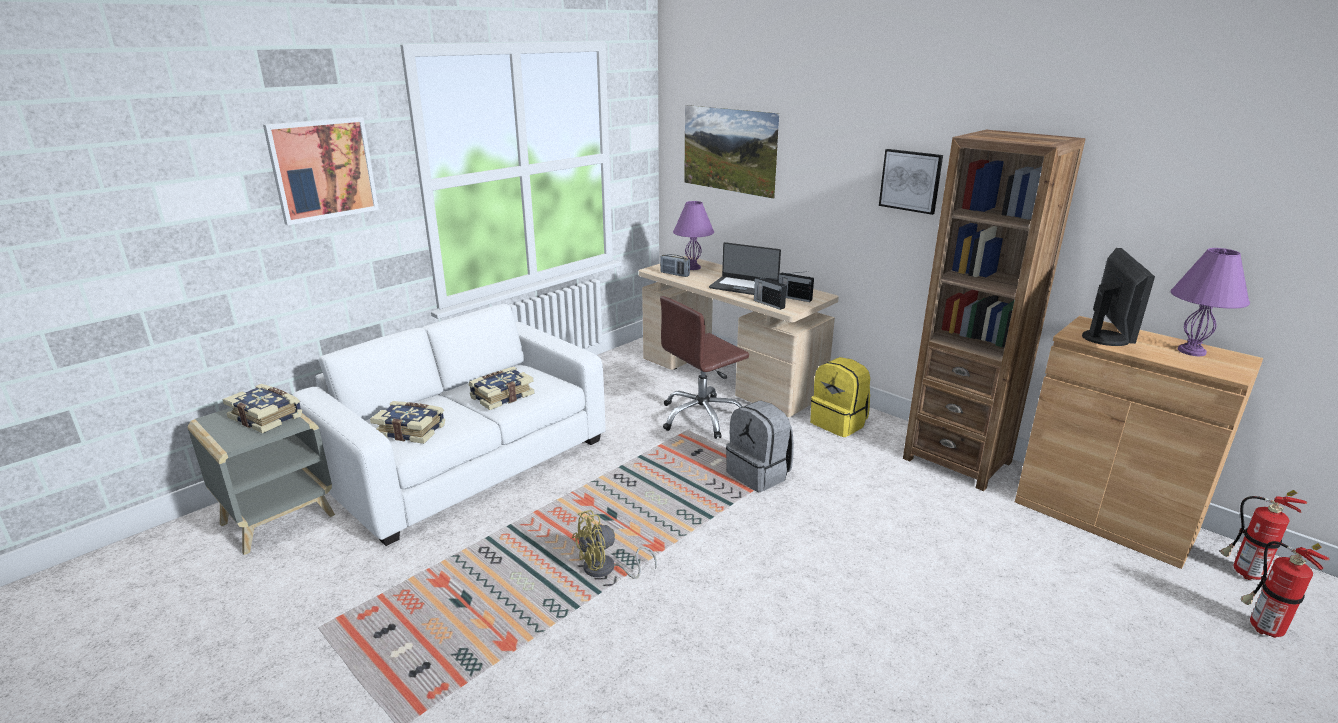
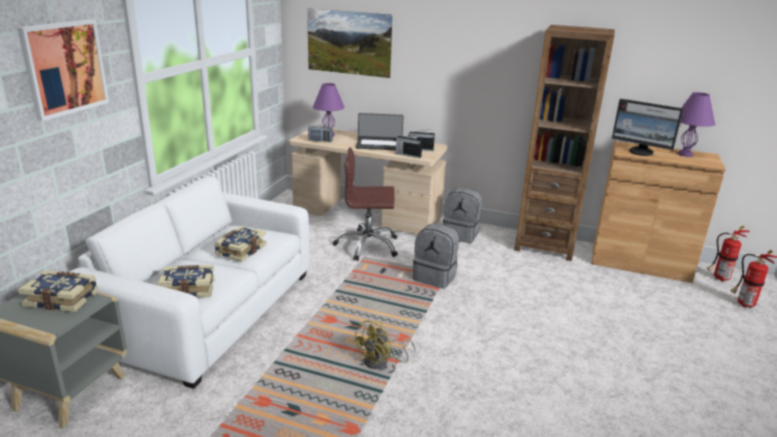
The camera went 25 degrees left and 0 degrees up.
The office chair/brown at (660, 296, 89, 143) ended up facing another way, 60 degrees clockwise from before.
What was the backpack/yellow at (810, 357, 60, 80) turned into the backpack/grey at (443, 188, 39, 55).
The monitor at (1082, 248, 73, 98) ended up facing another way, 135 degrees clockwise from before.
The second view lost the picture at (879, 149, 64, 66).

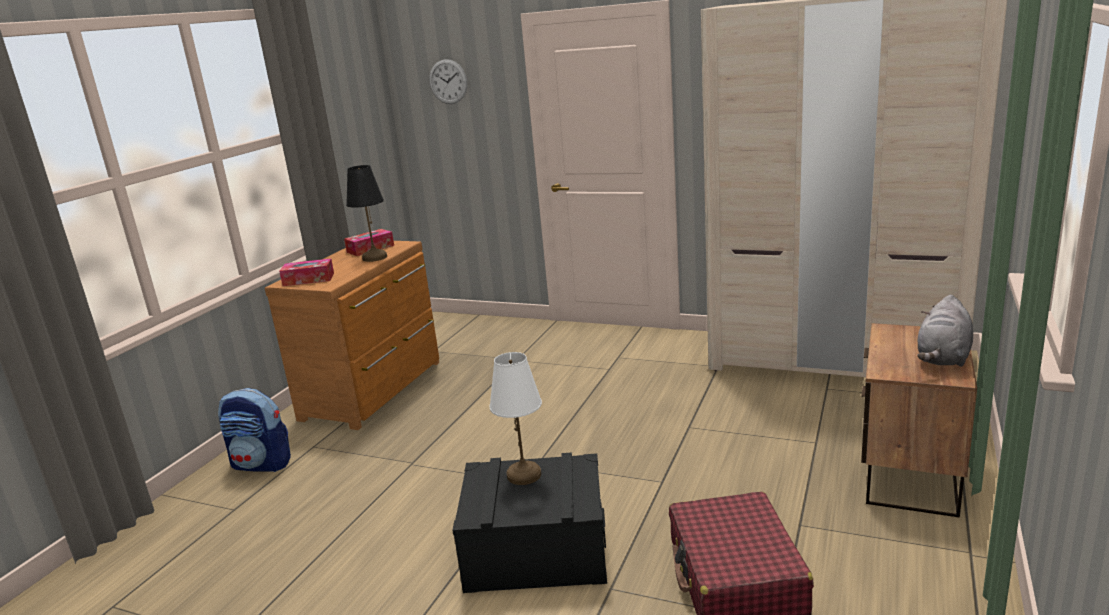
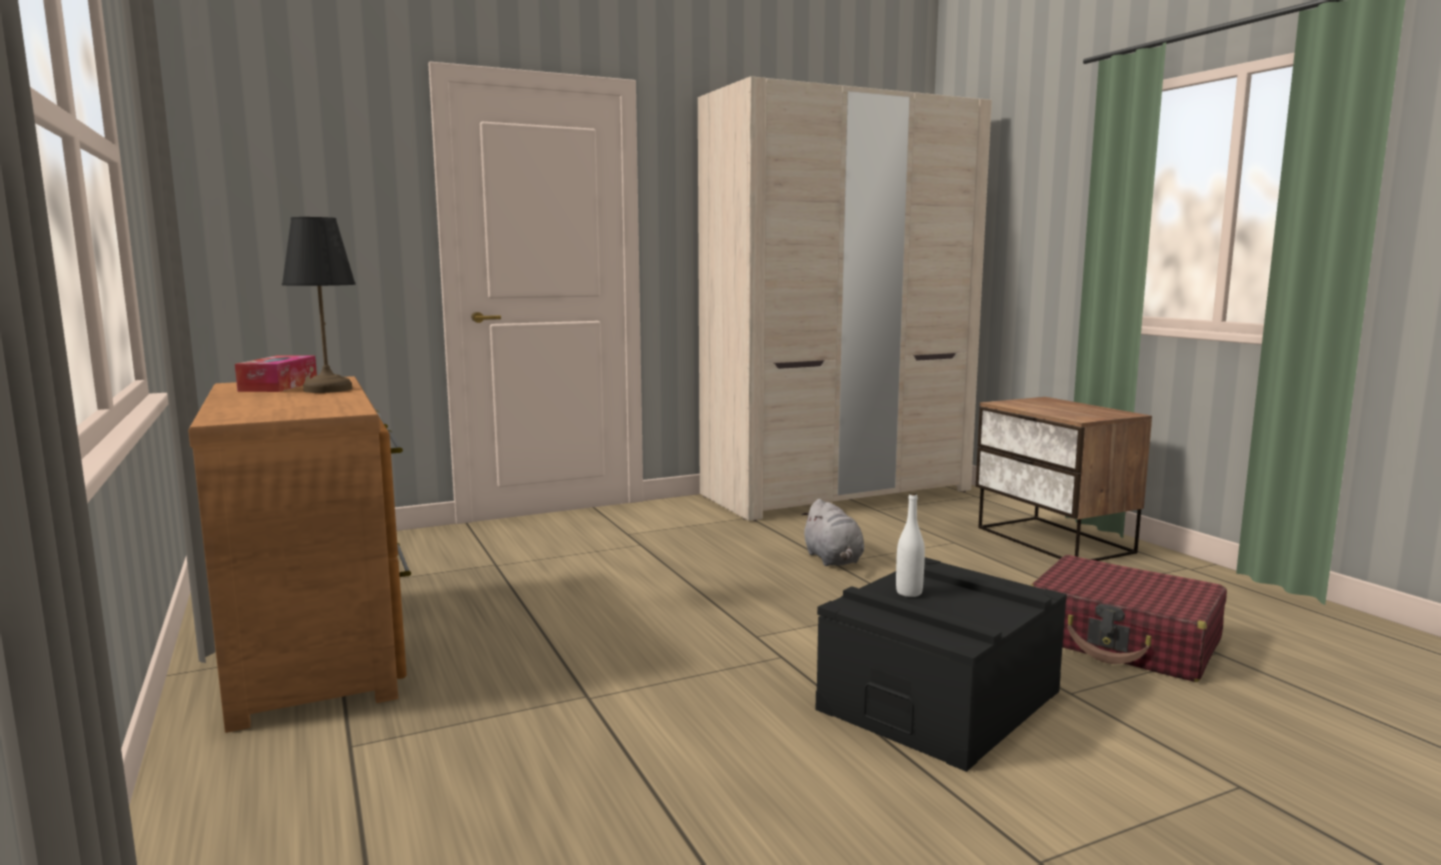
The camera went 50 degrees left and 10 degrees down.
The plush toy/grey ended up elsewhere, having gone from (917, 295, 56, 72) to (802, 499, 62, 67).
Where the table lamp/white stood at (489, 352, 53, 133), the bottle/white came to stand at (896, 492, 29, 105).
The second view lost the backpack at (218, 388, 73, 84).
The second view lost the tissue box at (279, 259, 55, 27).
The second view lost the wall clock at (429, 59, 39, 45).

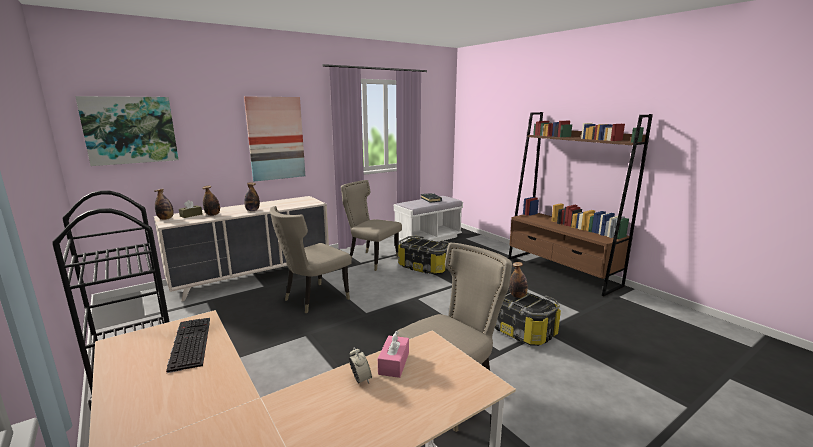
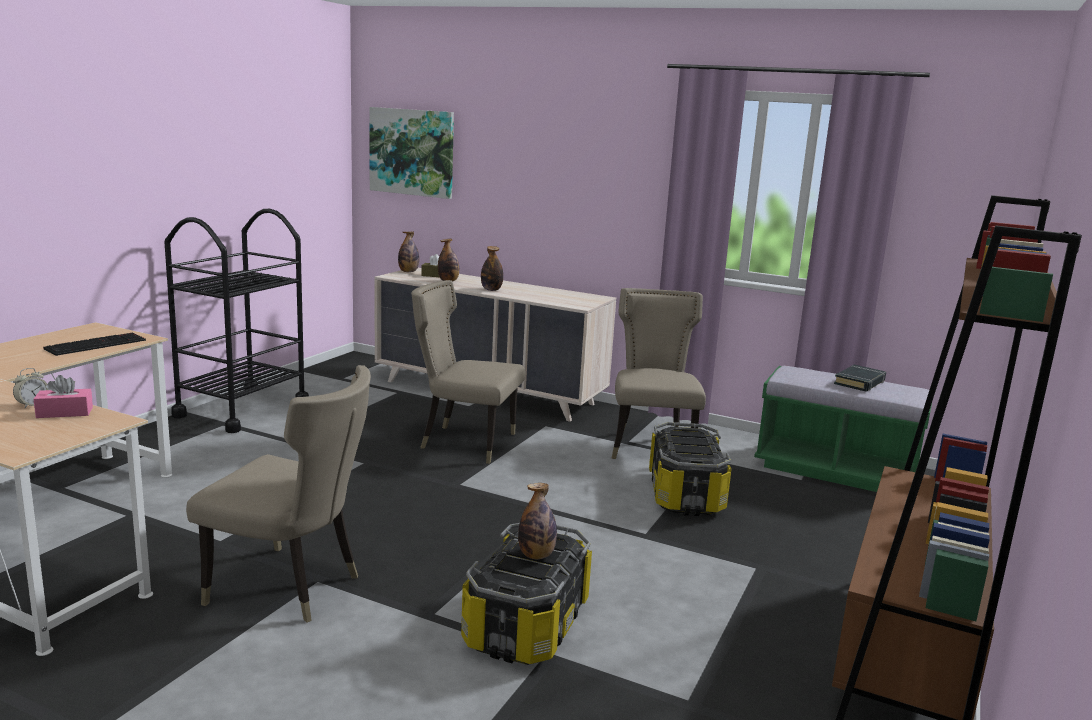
The camera went 60 degrees right and 0 degrees up.
What was the bench/white at (394, 196, 69, 47) turned into the bench/green at (754, 366, 178, 126).
The second view lost the picture at (244, 97, 61, 85).

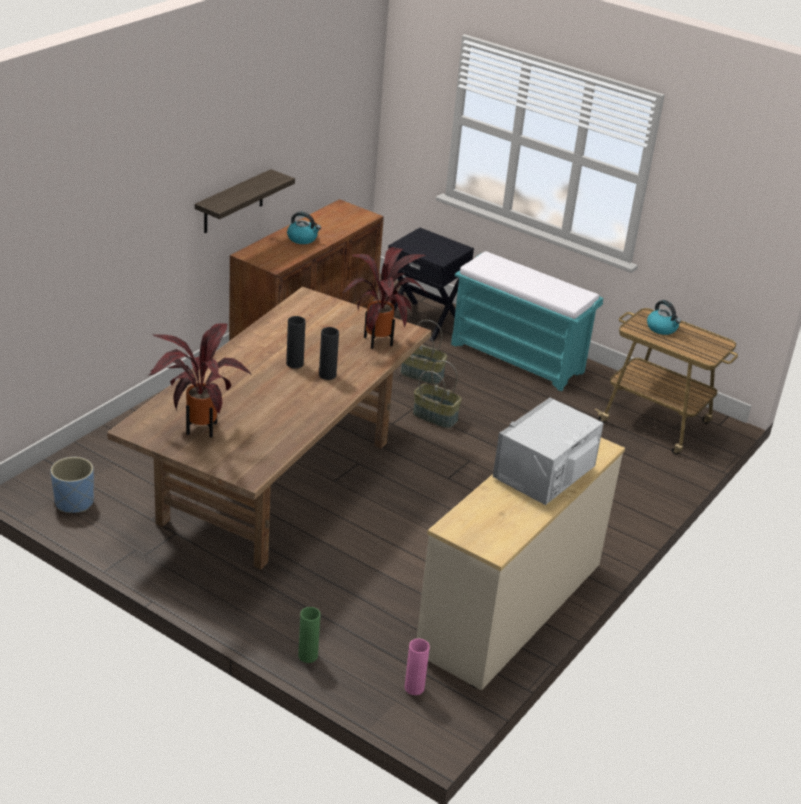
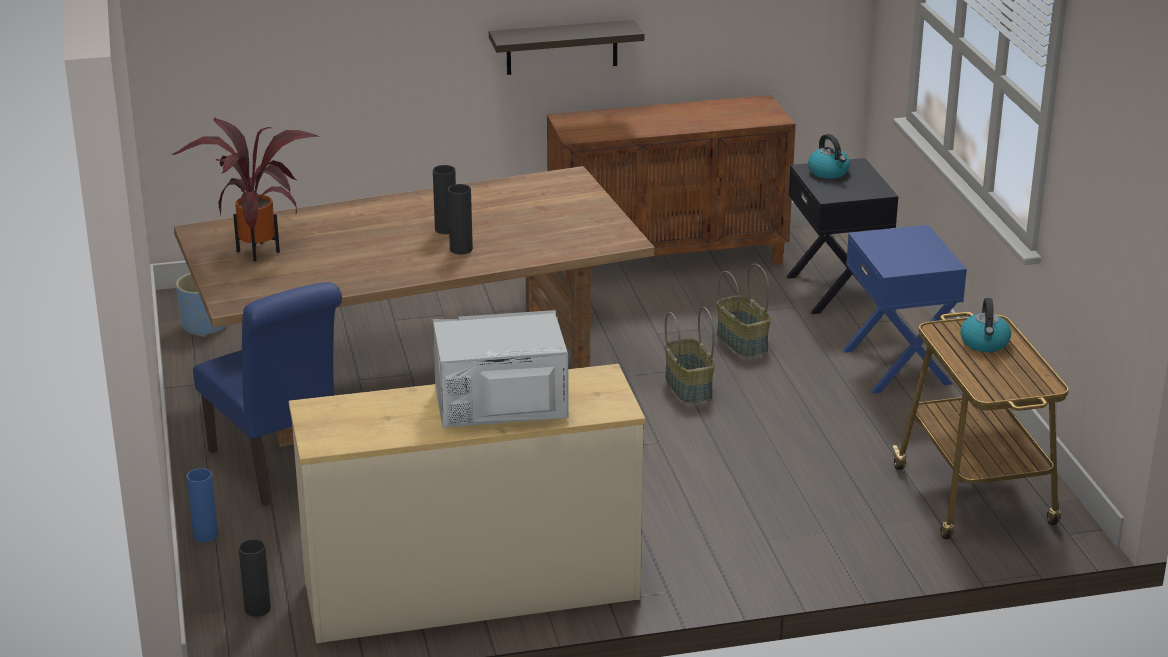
The camera went 45 degrees right and 5 degrees down.
What was the vase/green at (298, 607, 23, 56) turned into the vase/blue at (187, 468, 31, 74).
The second view gained the chair/blue at (193, 282, 149, 224).
What was the vase/pink at (405, 639, 25, 56) turned into the vase/black at (238, 539, 33, 78).
The kettle ended up elsewhere, having gone from (287, 212, 34, 32) to (808, 134, 42, 45).
Where the bench/turquoise stood at (451, 251, 152, 140), the nightstand/blue came to stand at (843, 225, 124, 169).
The second view lost the potted plant at (341, 247, 86, 102).

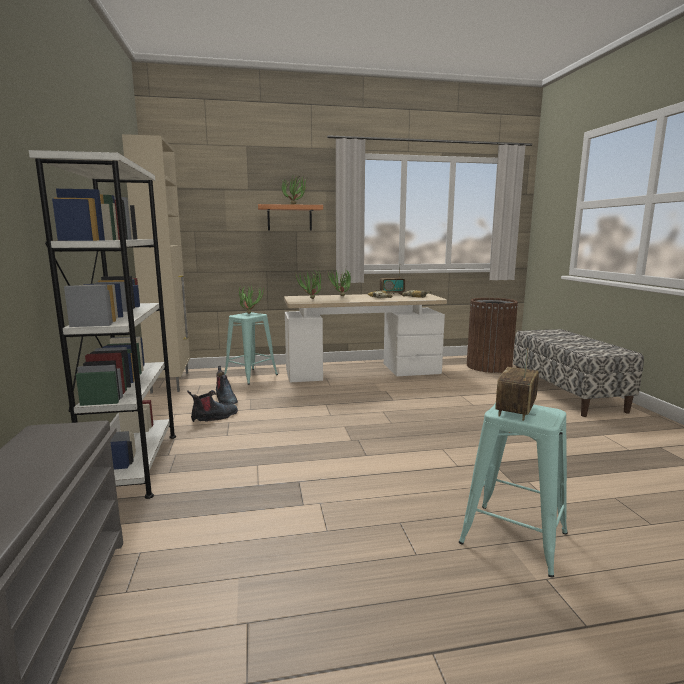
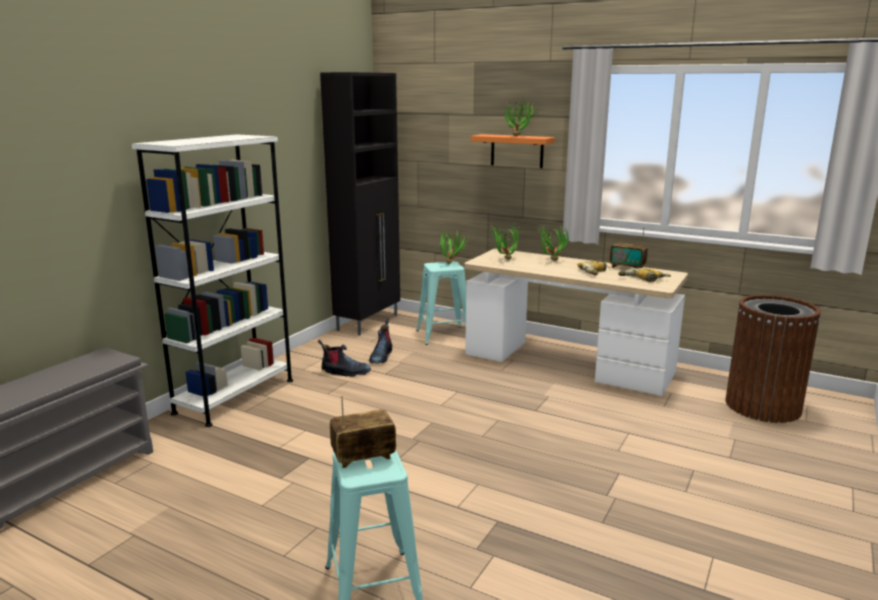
The camera went 40 degrees right and 5 degrees up.
What was the cabinet/beige at (122, 134, 68, 259) turned into the cabinet/black at (320, 72, 80, 264).
The second view lost the bench at (513, 329, 131, 88).

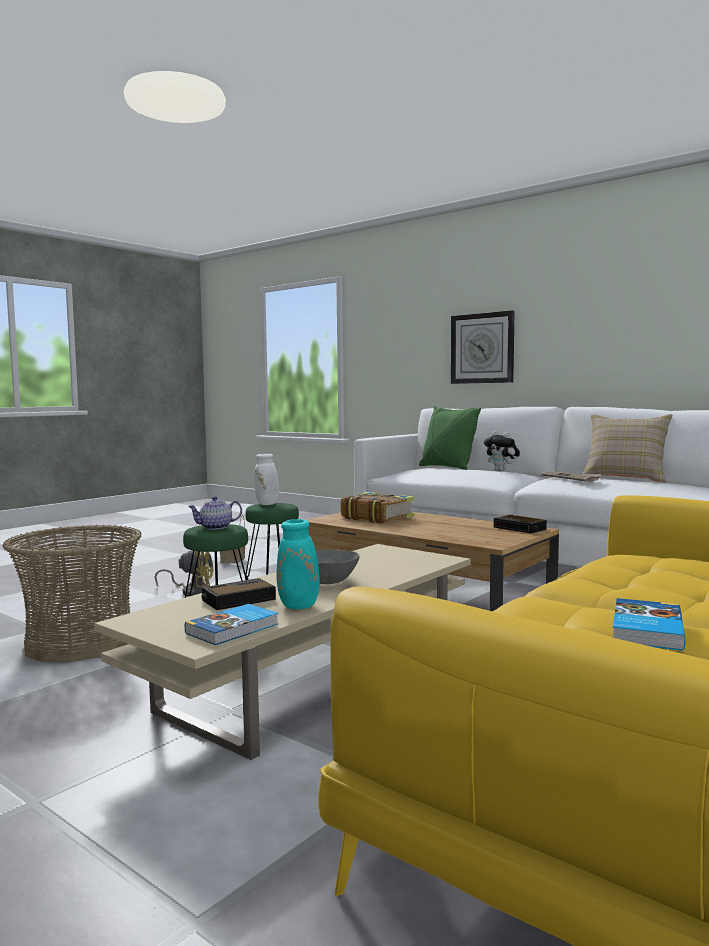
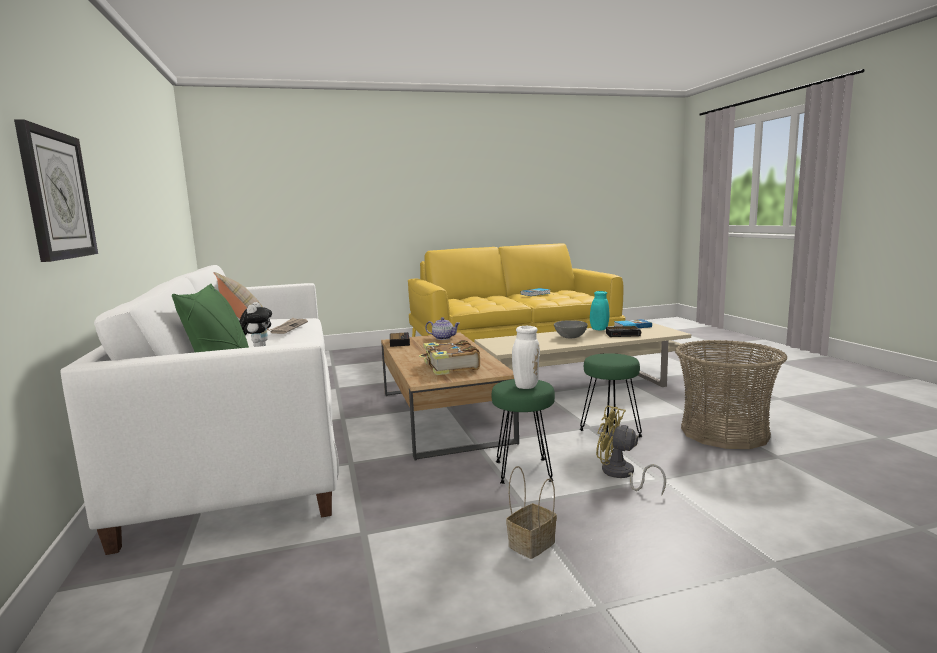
The camera went 145 degrees left and 5 degrees up.
The teapot ended up elsewhere, having gone from (188, 496, 54, 34) to (425, 317, 35, 23).

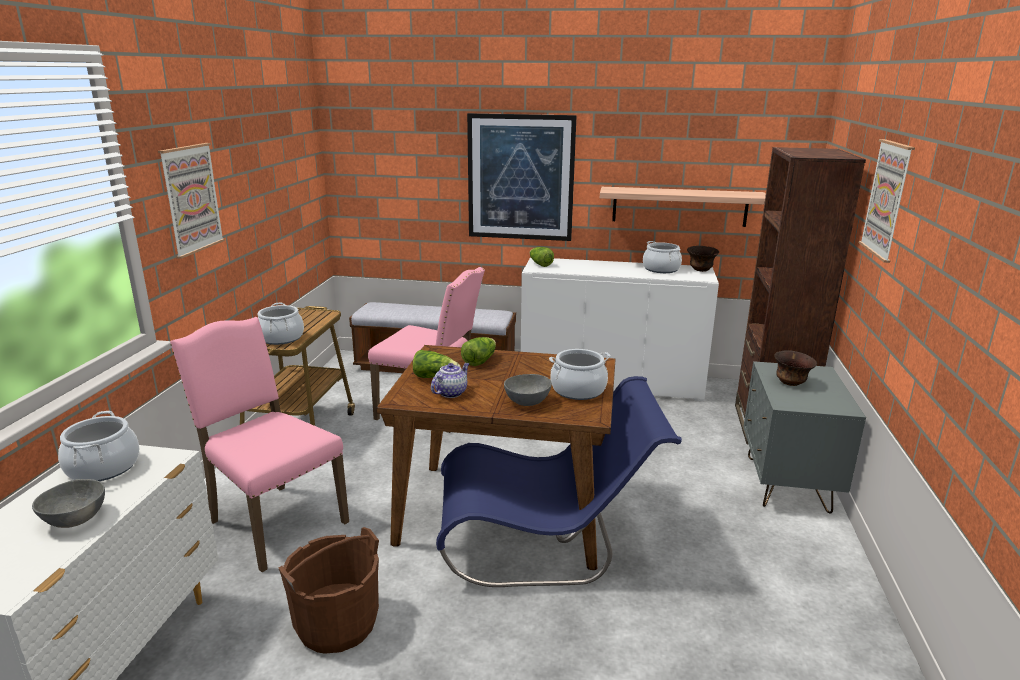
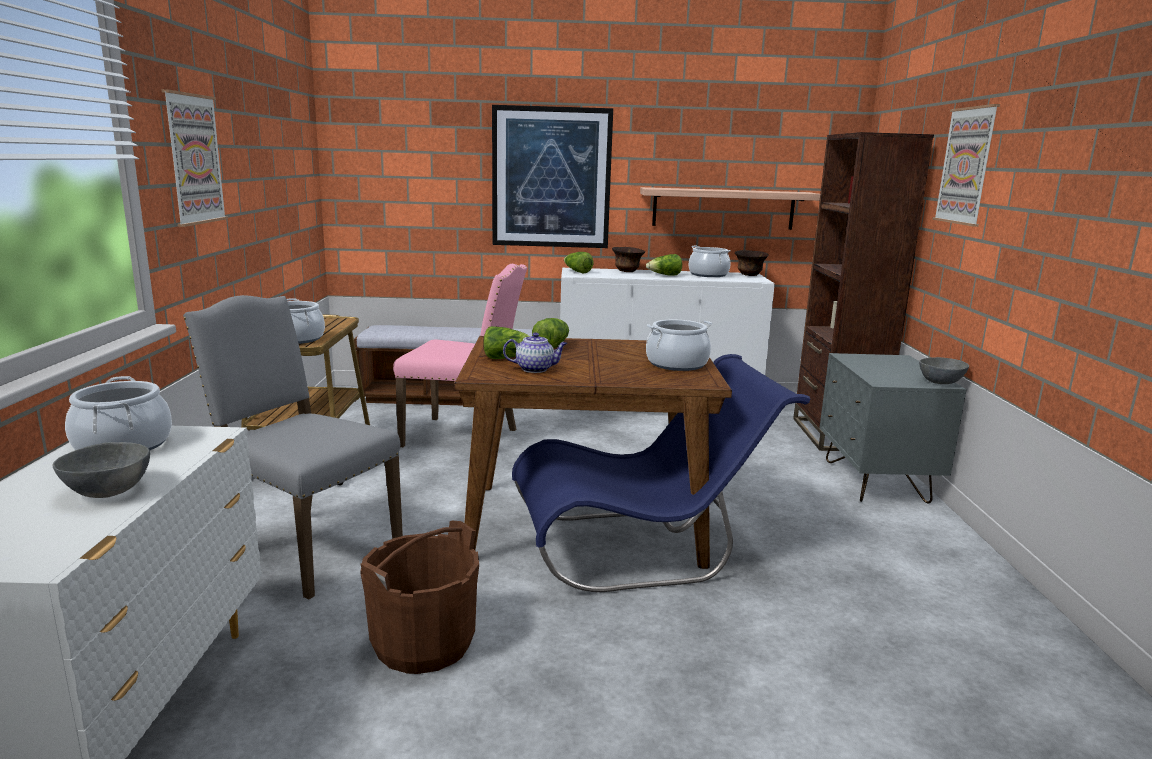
The camera went 10 degrees left and 5 degrees down.
What was the chair/pink at (170, 317, 179, 255) turned into the chair/grey at (183, 295, 220, 304).
The teapot at (431, 363, 38, 35) ended up facing another way, 60 degrees clockwise from before.
The bowl/brown ended up elsewhere, having gone from (774, 350, 43, 36) to (612, 247, 33, 25).
The second view gained the lettuce at (646, 254, 36, 21).
The bowl/grey ended up elsewhere, having gone from (504, 374, 48, 32) to (919, 357, 50, 27).

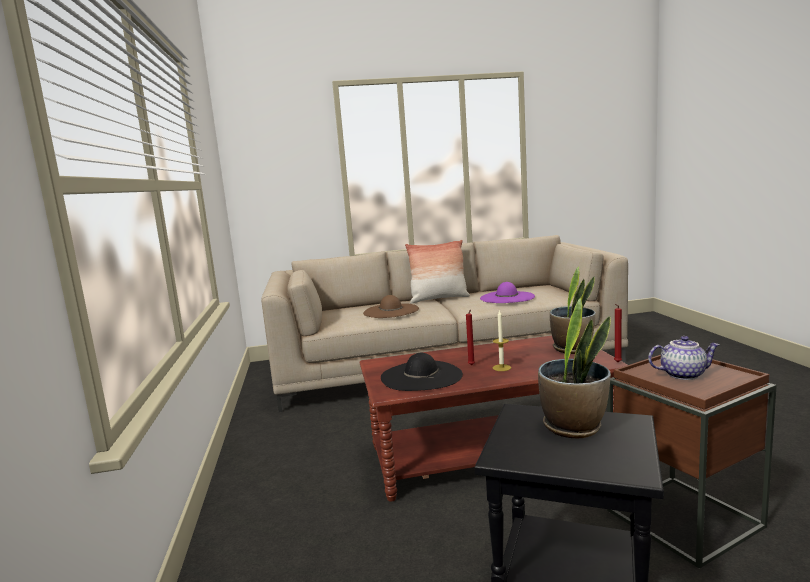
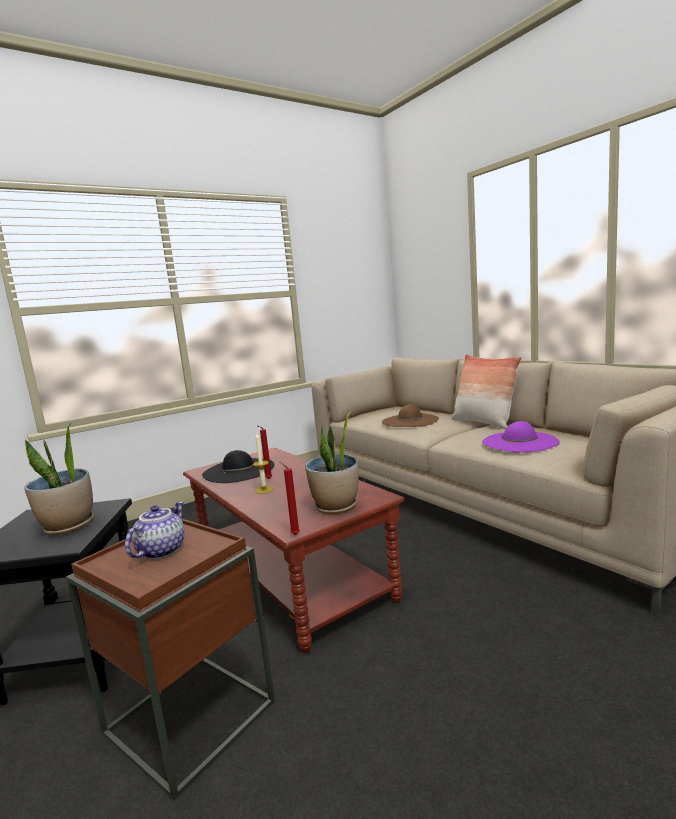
The camera went 65 degrees right and 0 degrees up.
The teapot at (648, 336, 72, 44) ended up facing another way, 135 degrees counterclockwise from before.

